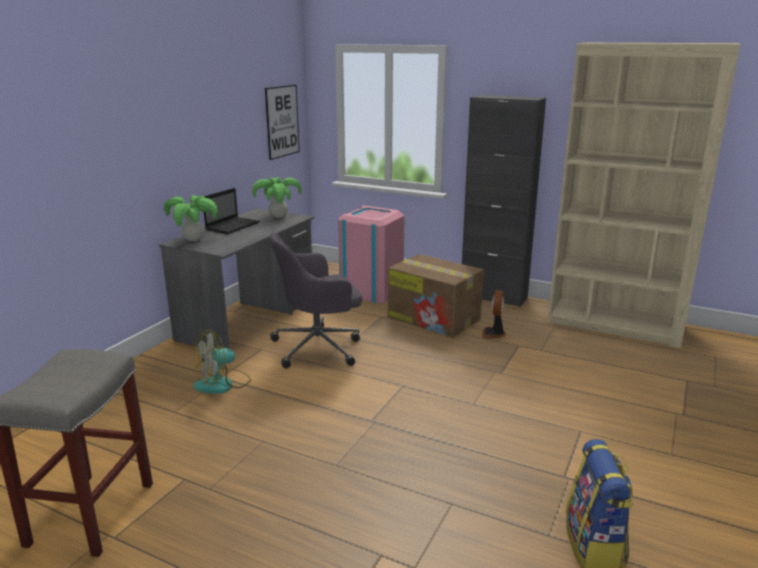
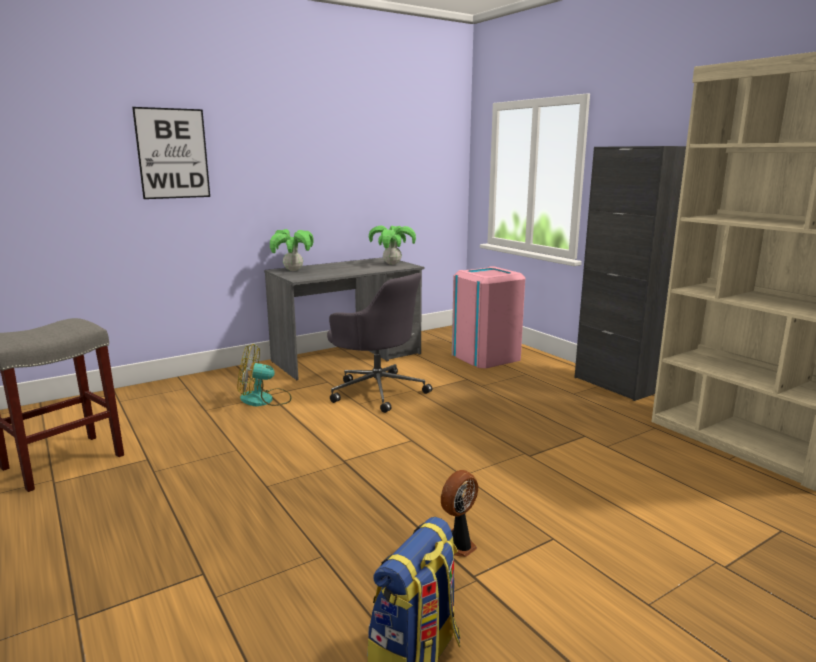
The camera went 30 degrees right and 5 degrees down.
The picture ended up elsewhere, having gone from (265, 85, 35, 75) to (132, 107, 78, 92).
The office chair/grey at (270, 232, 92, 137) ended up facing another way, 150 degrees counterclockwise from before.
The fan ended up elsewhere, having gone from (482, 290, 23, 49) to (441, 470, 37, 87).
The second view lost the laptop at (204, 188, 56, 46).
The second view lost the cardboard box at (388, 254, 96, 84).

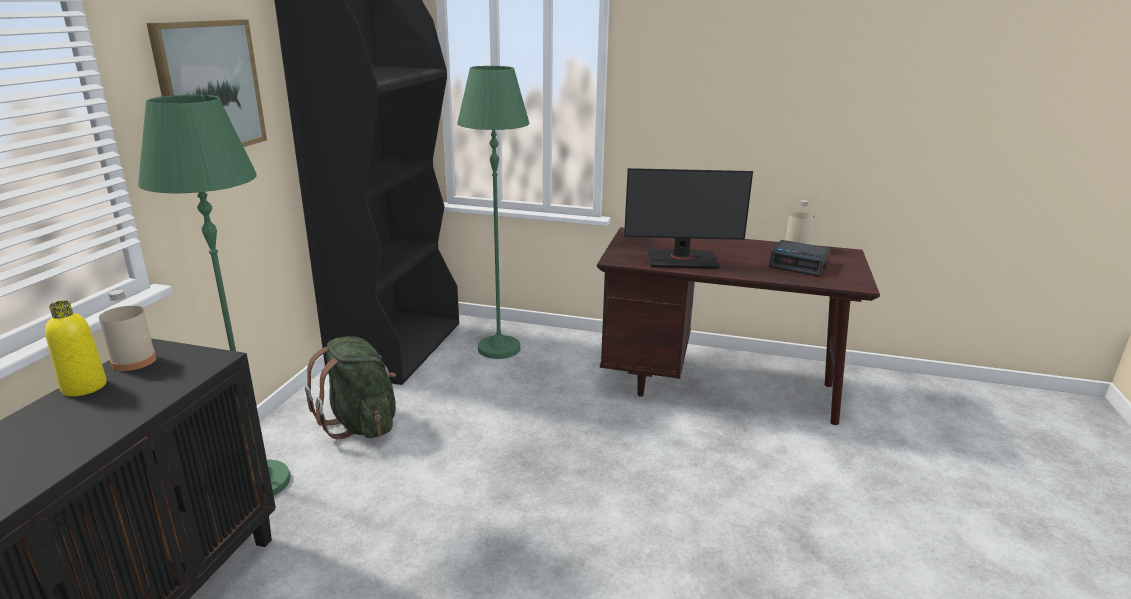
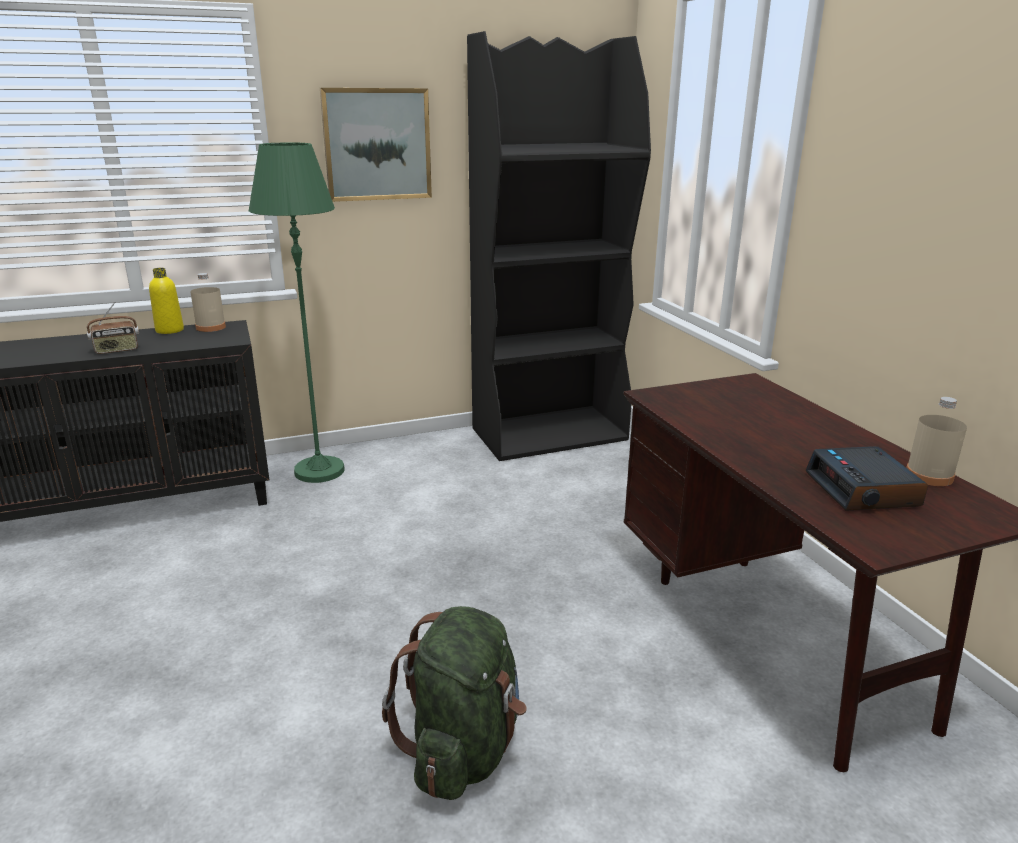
The camera went 55 degrees right and 0 degrees up.
The second view gained the radio at (87, 302, 52, 52).
The backpack/green ended up elsewhere, having gone from (305, 336, 91, 103) to (382, 606, 145, 194).
The second view lost the floor lamp/green at (457, 66, 72, 293).
The second view lost the monitor at (624, 168, 129, 101).

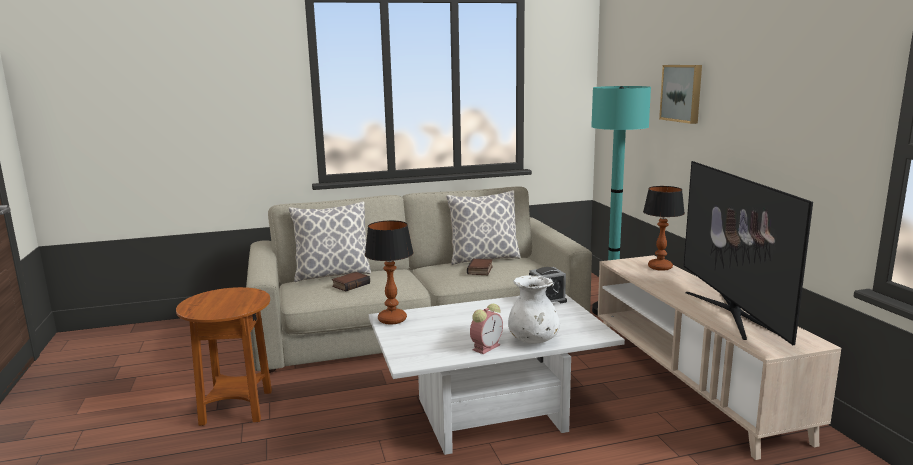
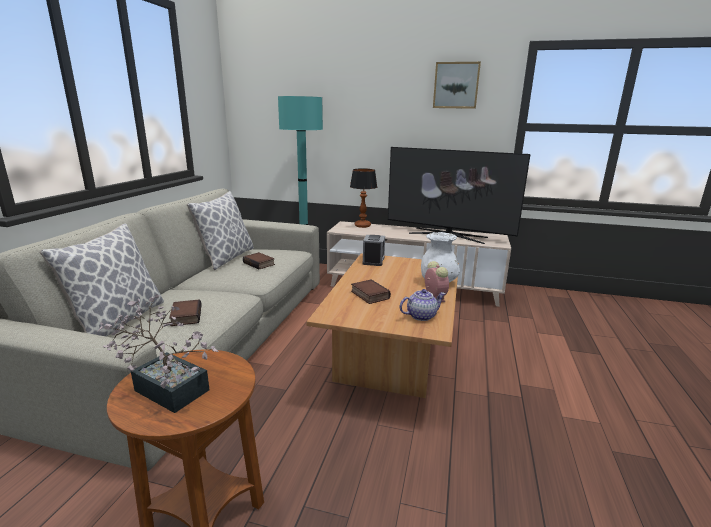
The camera went 60 degrees left and 5 degrees up.
The second view gained the potted plant at (98, 295, 121, 118).
What was the coffee table/white at (369, 294, 256, 161) turned into the coffee table/brown at (306, 253, 153, 145).
The second view gained the book at (351, 280, 40, 24).
The second view gained the teapot at (400, 289, 45, 32).
The picture ended up elsewhere, having gone from (659, 65, 43, 59) to (433, 62, 48, 47).
The second view lost the table lamp at (365, 220, 49, 105).

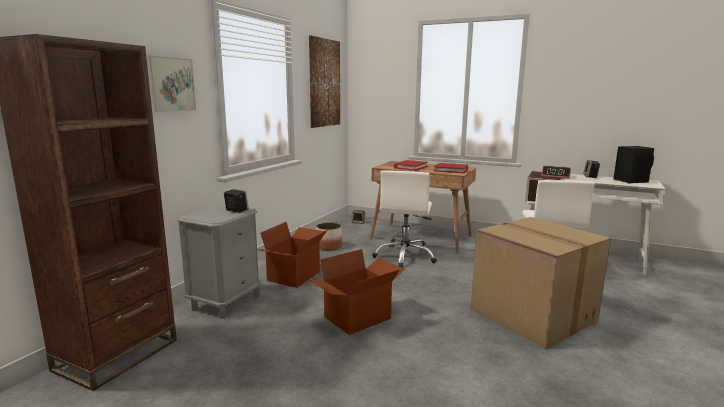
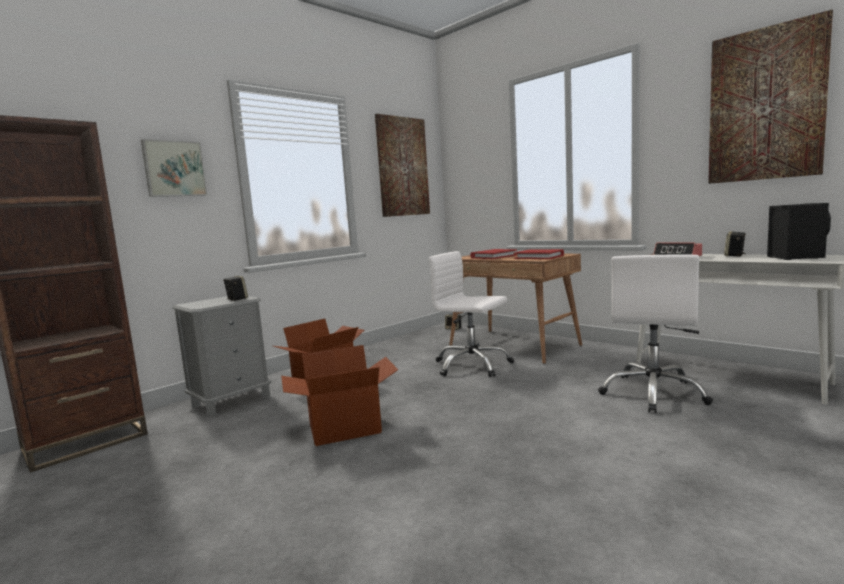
The camera went 20 degrees right and 5 degrees down.
The office chair/white at (372, 170, 65, 98) ended up facing another way, 90 degrees clockwise from before.
The second view gained the picture at (708, 9, 125, 175).
The second view lost the planter at (316, 222, 26, 28).
The second view lost the cardboard box at (471, 217, 140, 132).

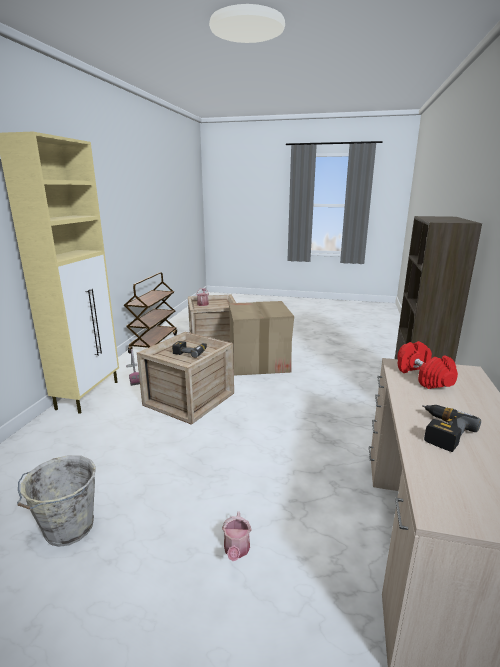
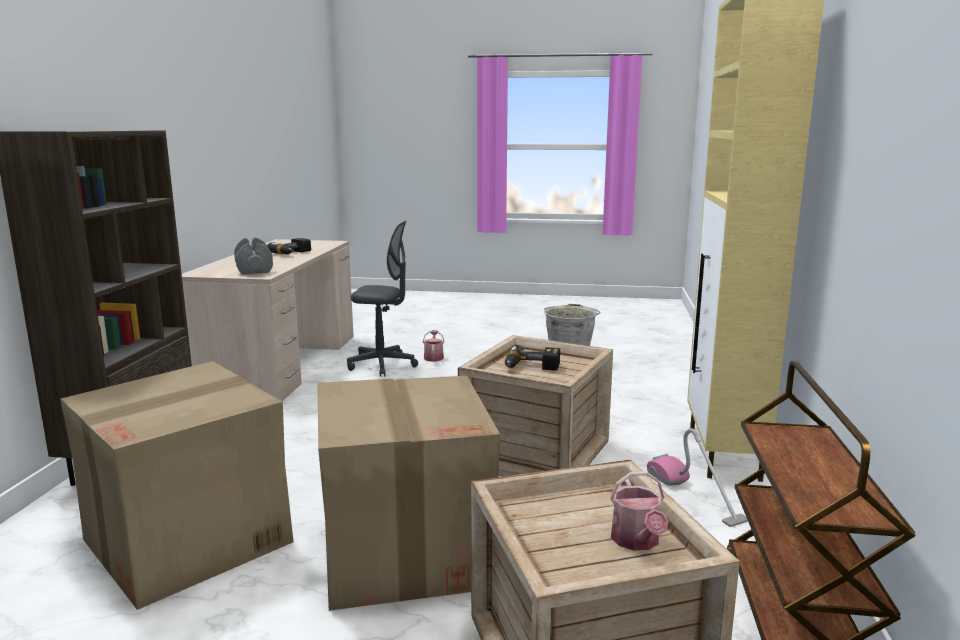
The camera went 175 degrees right and 5 degrees down.
The second view gained the cardboard box at (60, 361, 233, 249).
What was the dumbbell/red at (397, 341, 61, 48) turned into the dumbbell/grey at (234, 237, 39, 37).
The second view gained the office chair/grey at (347, 221, 71, 156).

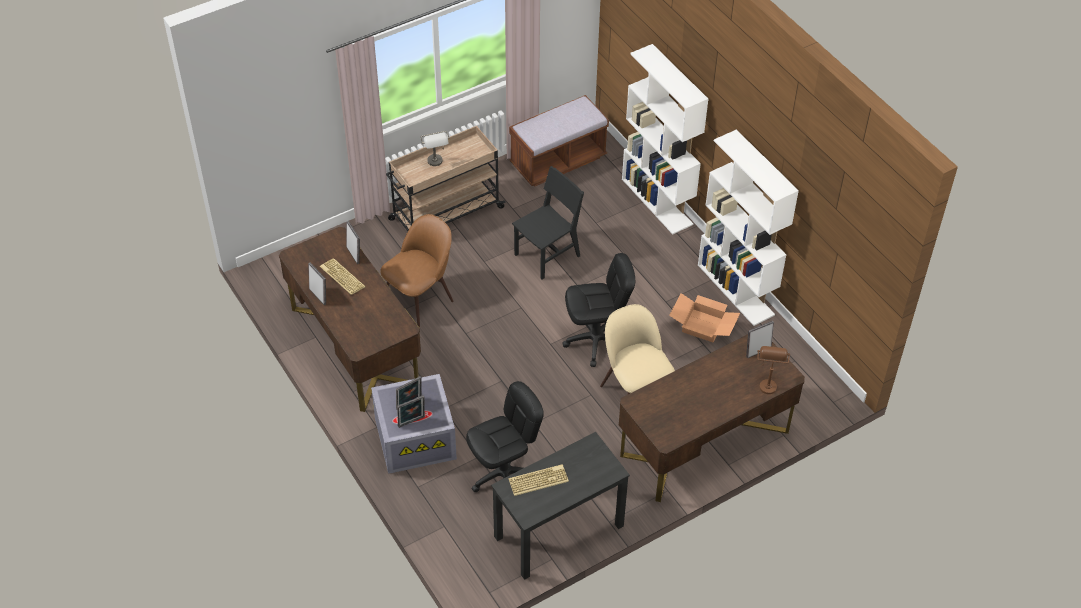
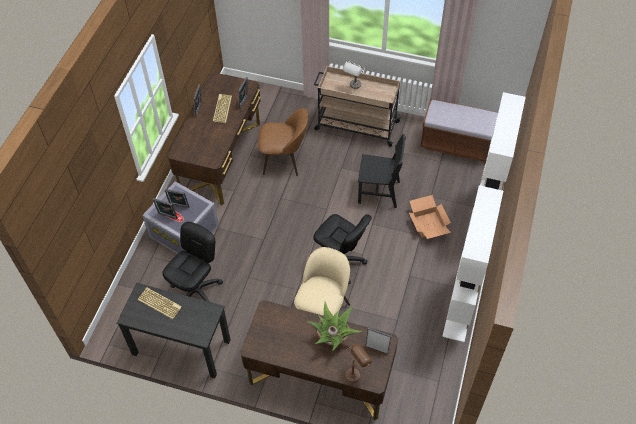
The camera went 50 degrees right and 5 degrees up.
The office chair/black at (466, 381, 78, 111) ended up facing another way, 75 degrees counterclockwise from before.
The second view gained the potted plant at (307, 302, 55, 49).
The cardboard box ended up elsewhere, having gone from (669, 293, 71, 49) to (409, 195, 42, 44).

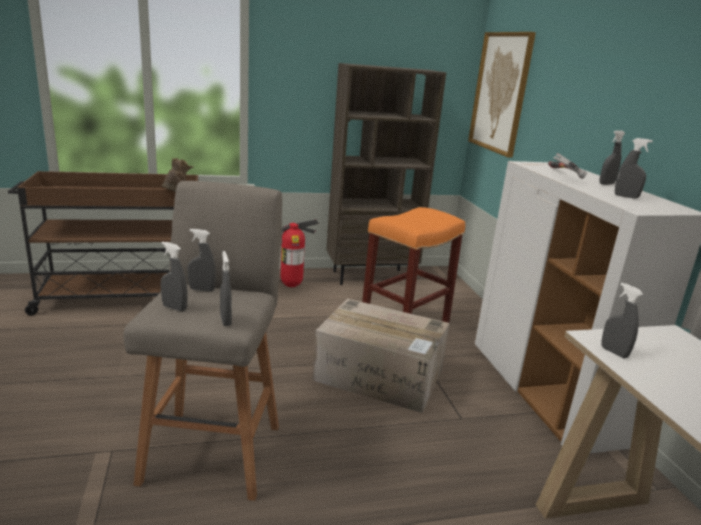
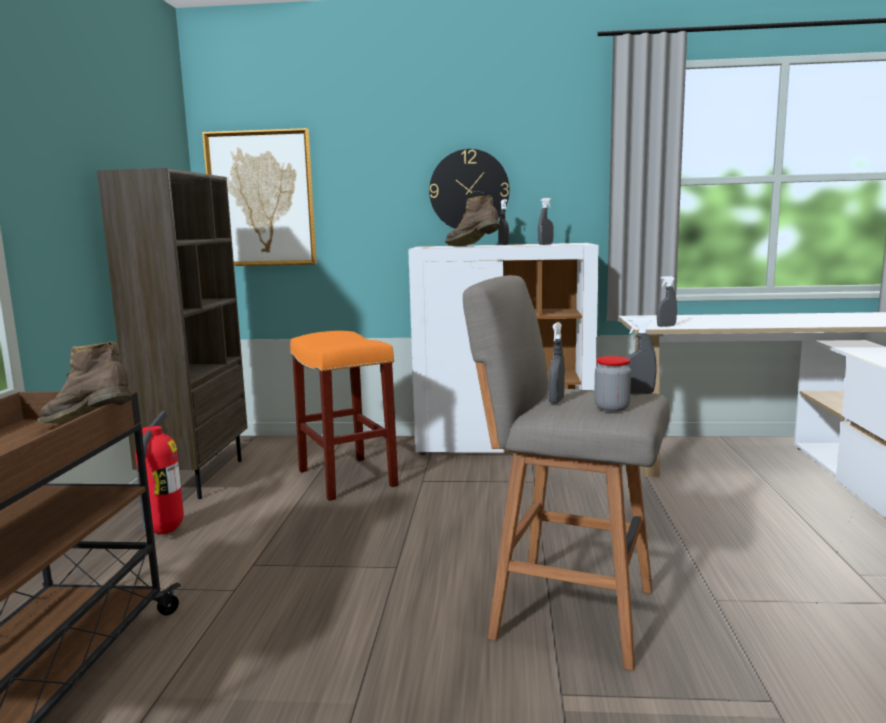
The camera went 70 degrees left and 10 degrees down.
The second view gained the wall clock at (429, 149, 81, 80).
Where the hammer stood at (548, 153, 39, 26), the boot/brown came to stand at (445, 195, 55, 51).
Where the spray bottle/grey stood at (161, 242, 27, 70), the jar came to stand at (594, 356, 37, 56).
The second view lost the cardboard box at (313, 298, 136, 115).

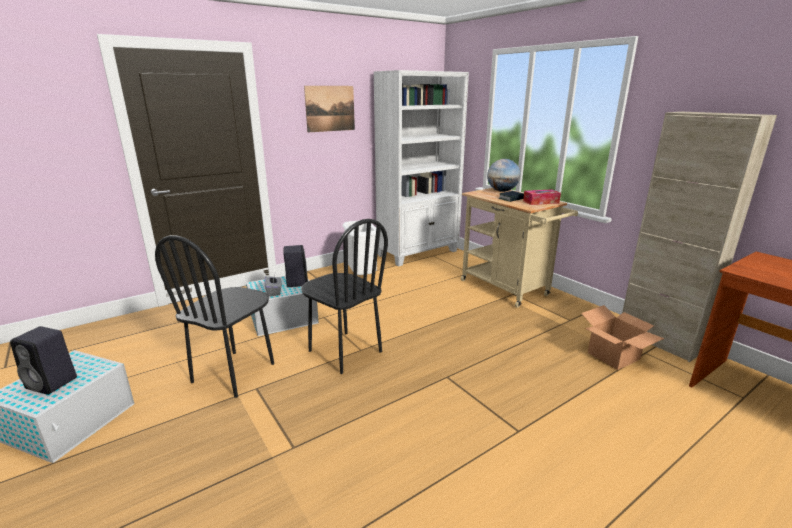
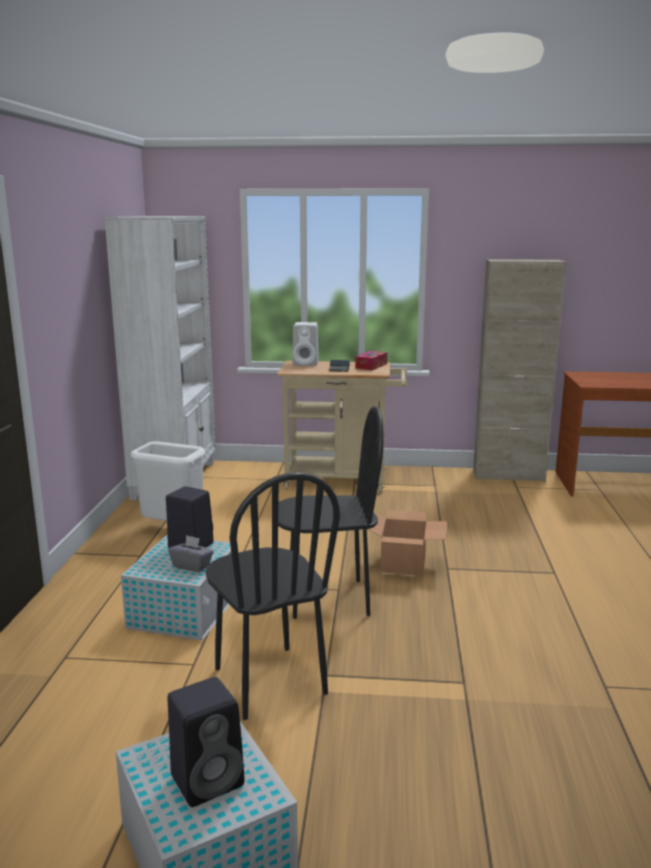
The camera went 50 degrees left and 5 degrees down.
Where the globe stood at (487, 159, 33, 33), the speaker/white came to stand at (293, 322, 26, 44).
The cardboard box ended up elsewhere, having gone from (581, 305, 83, 65) to (368, 510, 79, 66).
The second view lost the picture at (304, 86, 51, 46).

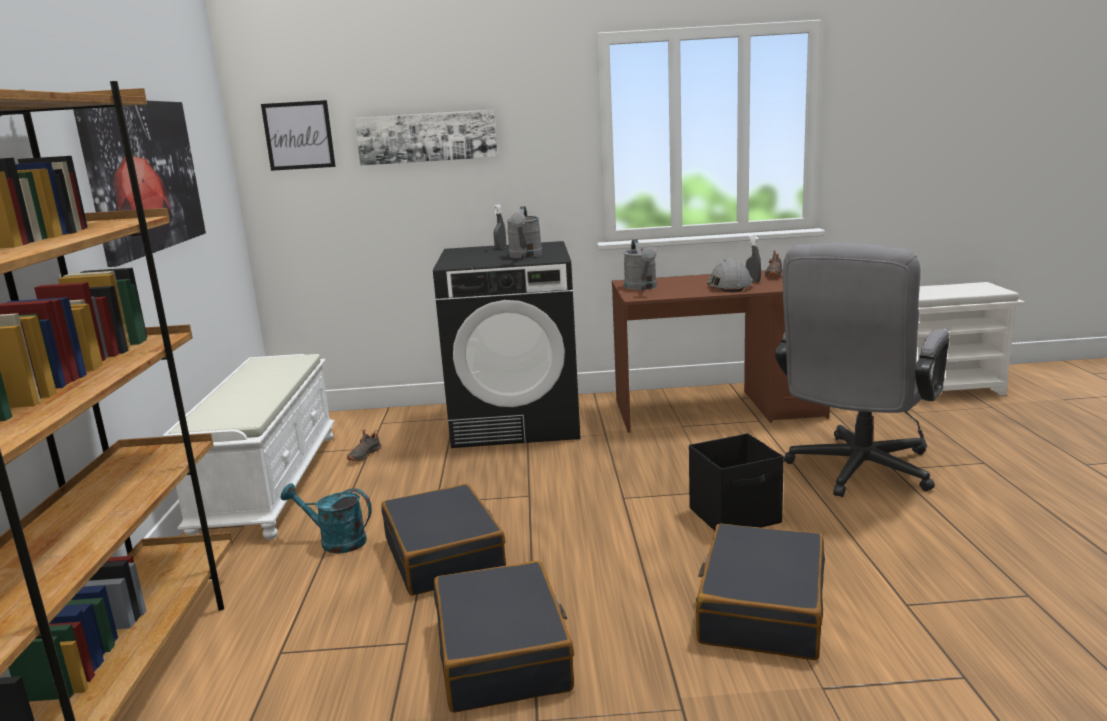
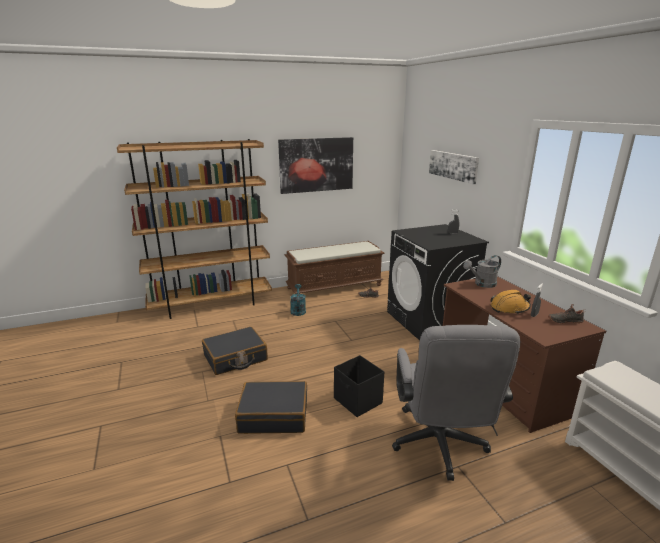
The camera went 70 degrees right and 5 degrees up.
What was the bench/white at (162, 354, 173, 186) turned into the bench/brown at (285, 241, 100, 53).
The office chair/grey at (775, 243, 174, 254) ended up facing another way, 105 degrees counterclockwise from before.
What was the hard hat/grey at (707, 258, 47, 34) turned into the hard hat/orange at (490, 290, 41, 25).
The second view lost the picture at (261, 100, 75, 71).
The second view lost the suitcase/black at (381, 484, 125, 112).
The second view lost the watering can/grey at (506, 206, 36, 52).

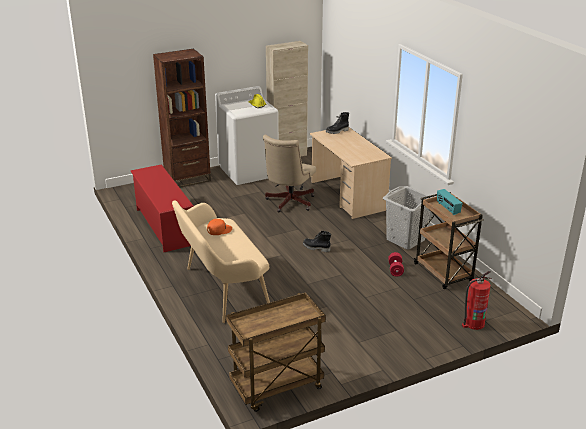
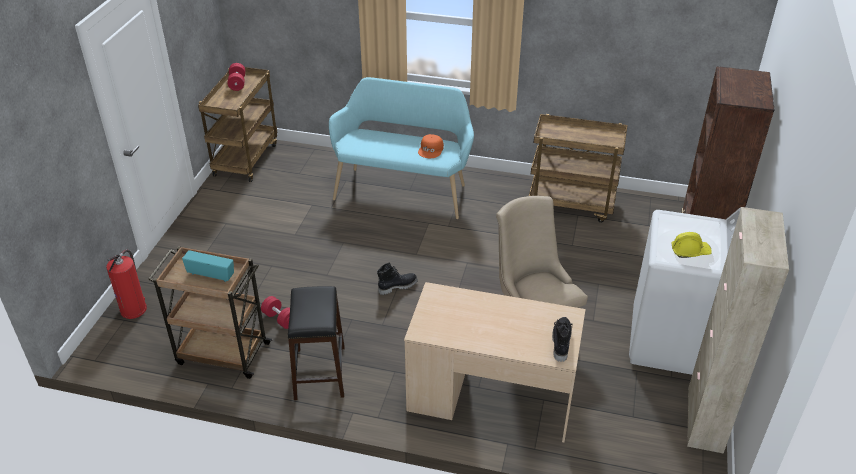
The camera went 130 degrees right and 10 degrees up.
The second view gained the dumbbell/red at (228, 63, 17, 28).
Where the laundry basket/grey stood at (383, 186, 49, 64), the stool/black came to stand at (288, 286, 57, 114).
What was the bench/beige at (172, 201, 98, 122) turned into the bench/turquoise at (329, 77, 145, 142).
Where the shoe rack/red stood at (131, 164, 62, 88), the cart/brown came to stand at (529, 114, 99, 109).

